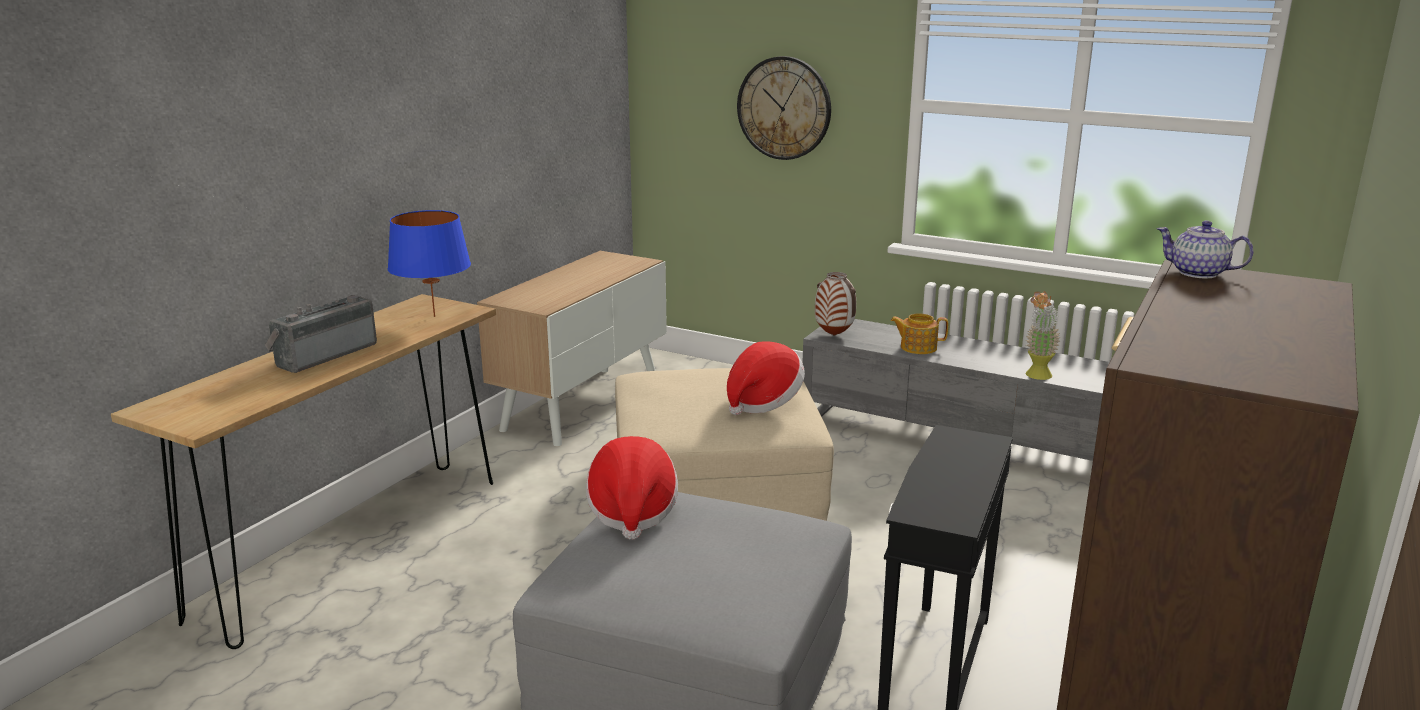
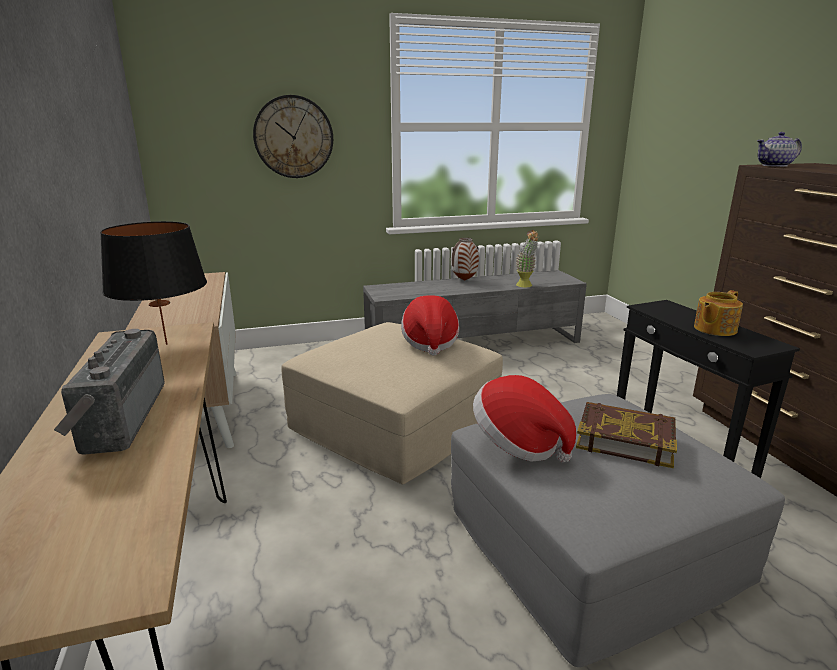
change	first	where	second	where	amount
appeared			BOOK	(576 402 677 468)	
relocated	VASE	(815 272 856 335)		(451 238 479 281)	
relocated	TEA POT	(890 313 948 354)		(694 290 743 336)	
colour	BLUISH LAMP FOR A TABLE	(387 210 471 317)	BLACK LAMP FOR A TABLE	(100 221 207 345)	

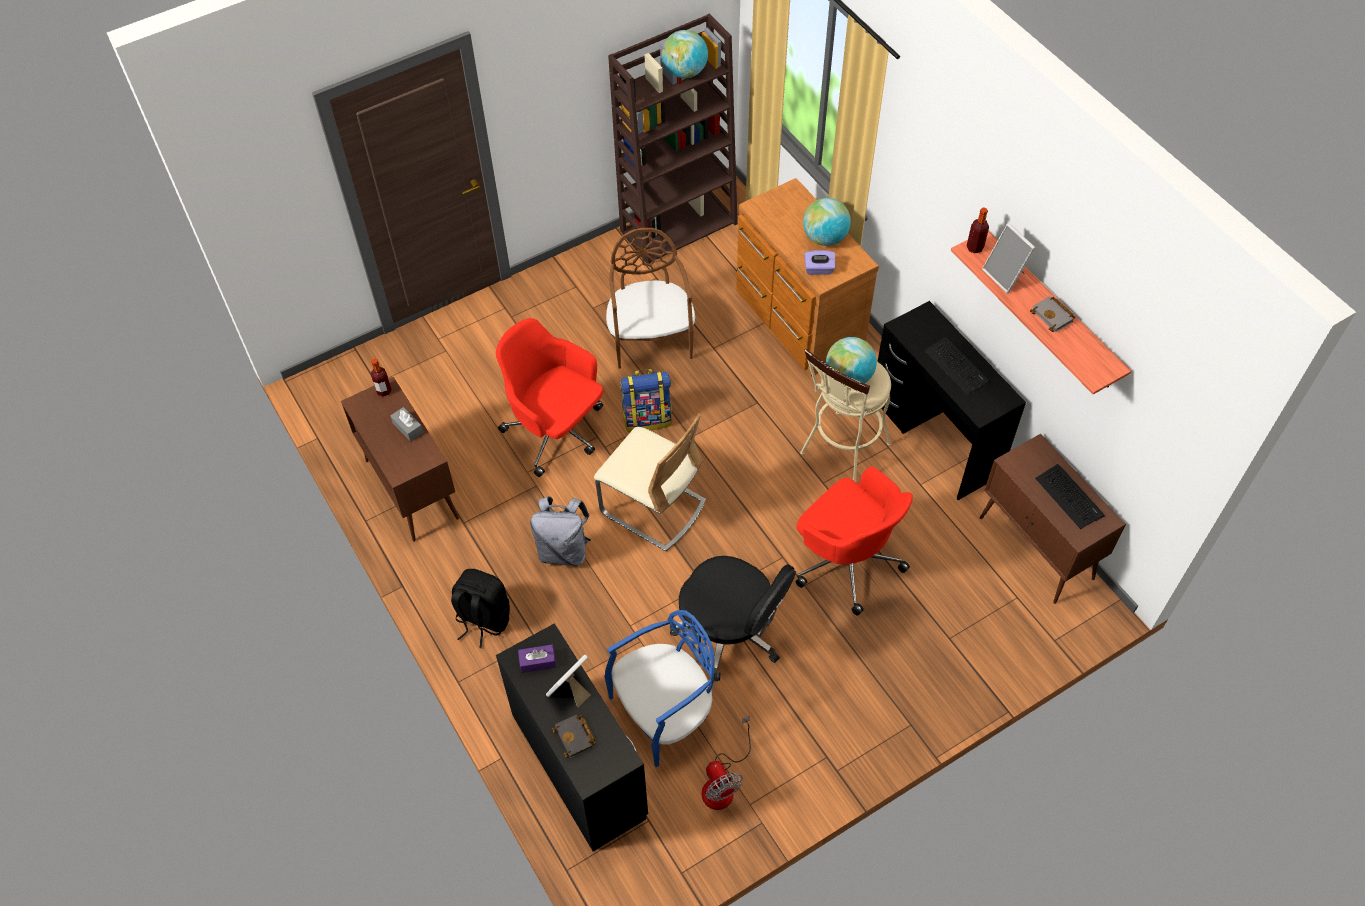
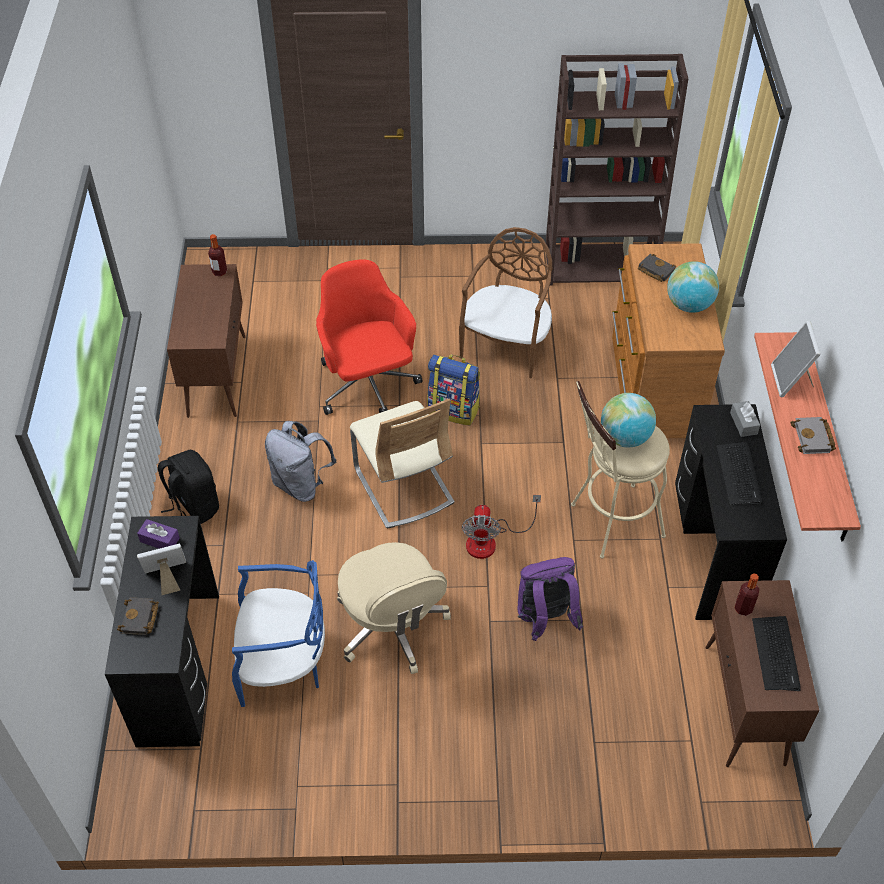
change	first	where	second	where	amount
missing	GLOBE	(662 30 708 78)			
missing	PURPLE-COLOURED TISSUE BOX	(804 250 835 275)			
appeared			BLACK BOOK	(638 254 676 282)	
relocated	GREYISH TISSUE BOX	(390 407 423 441)		(730 401 760 437)	
relocated	ELECTRIC FAN	(702 715 751 810)		(462 495 541 559)	
relocated	BOTTLE	(967 207 989 254)		(734 573 759 616)	
exchanged	REDDISH DESK CHAIR	(796 466 913 616)	PURPLE-COLOURED RUCKSACK	(517 557 583 641)	
colour	BLACK DESK CHAIR	(670 556 796 681)	BEIGE-COLOURED DESK CHAIR	(337 542 451 674)	

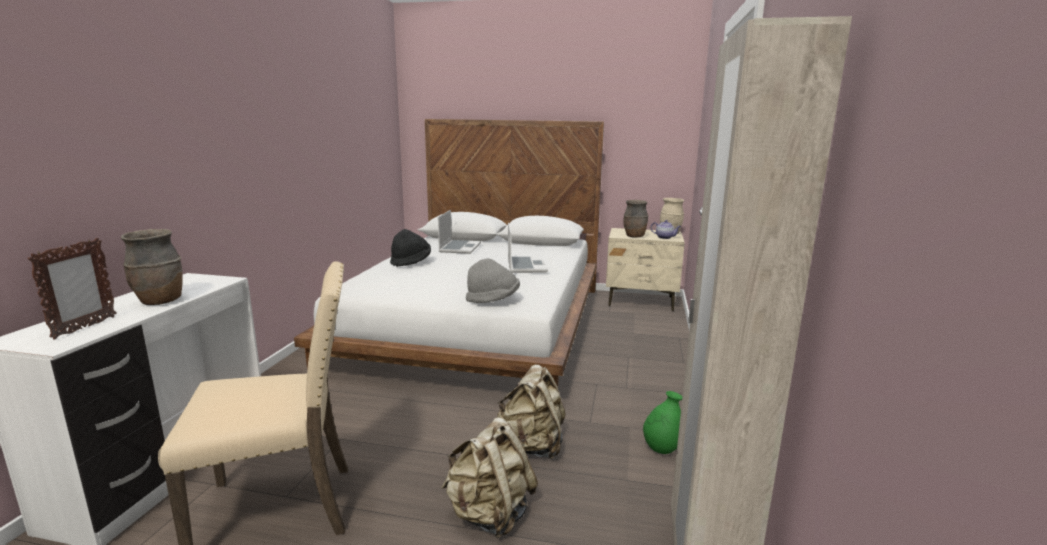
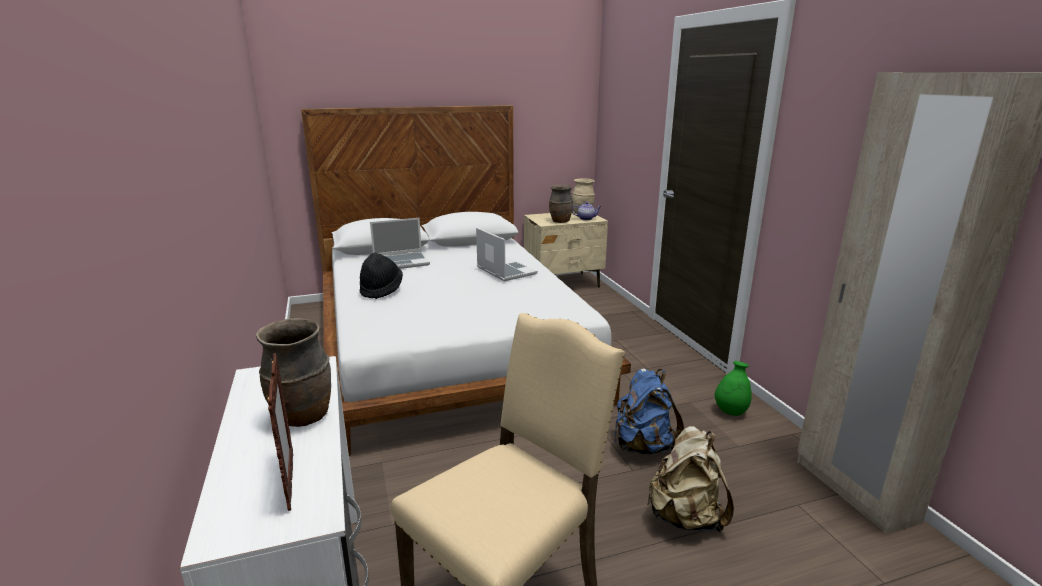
change	first	where	second	where	amount
missing	GREYISH CLOTHING HAT	(466 258 520 303)			
colour	BEIGE-COLOURED RUCKSACK	(497 364 565 459)	BLUISH RUCKSACK	(614 368 684 455)	
spun	NOTEBOOK COMPUTER	(438 210 481 254)		(370 218 430 269)	90 degrees clockwise

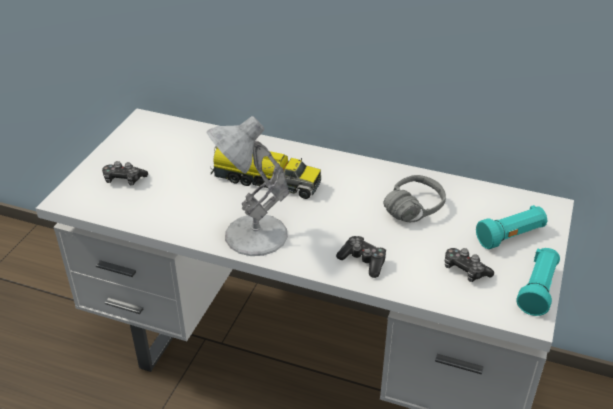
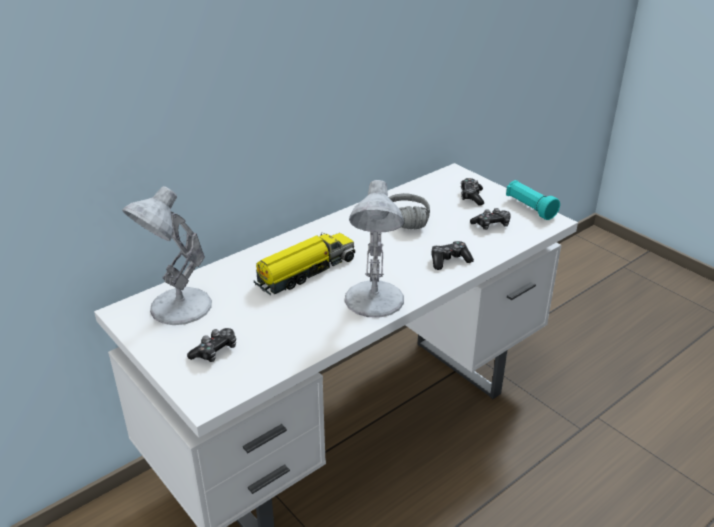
change	first	where	second	where	amount
appeared			WHITE-COLOURED LAMP FOR A TABLE	(122 186 212 325)	
exchanged	TURQUOISE-COLOURED FLASHLIGHT	(476 205 548 249)	GAME CONTROLLER	(461 178 484 206)	

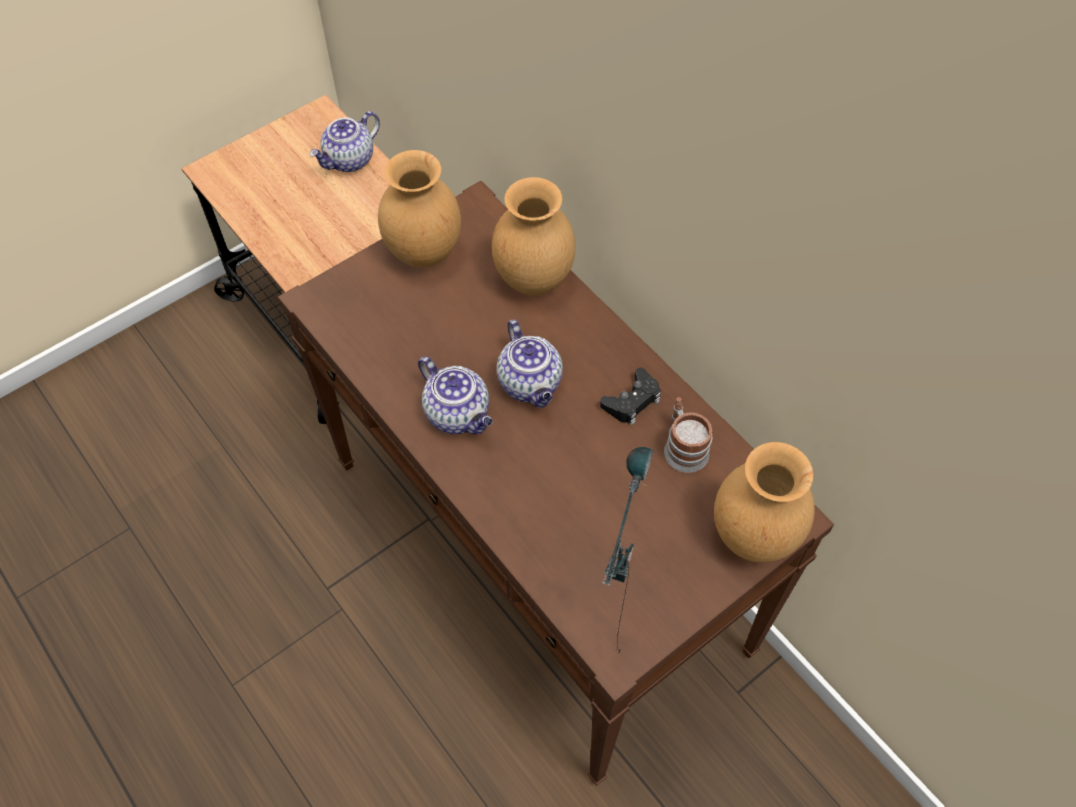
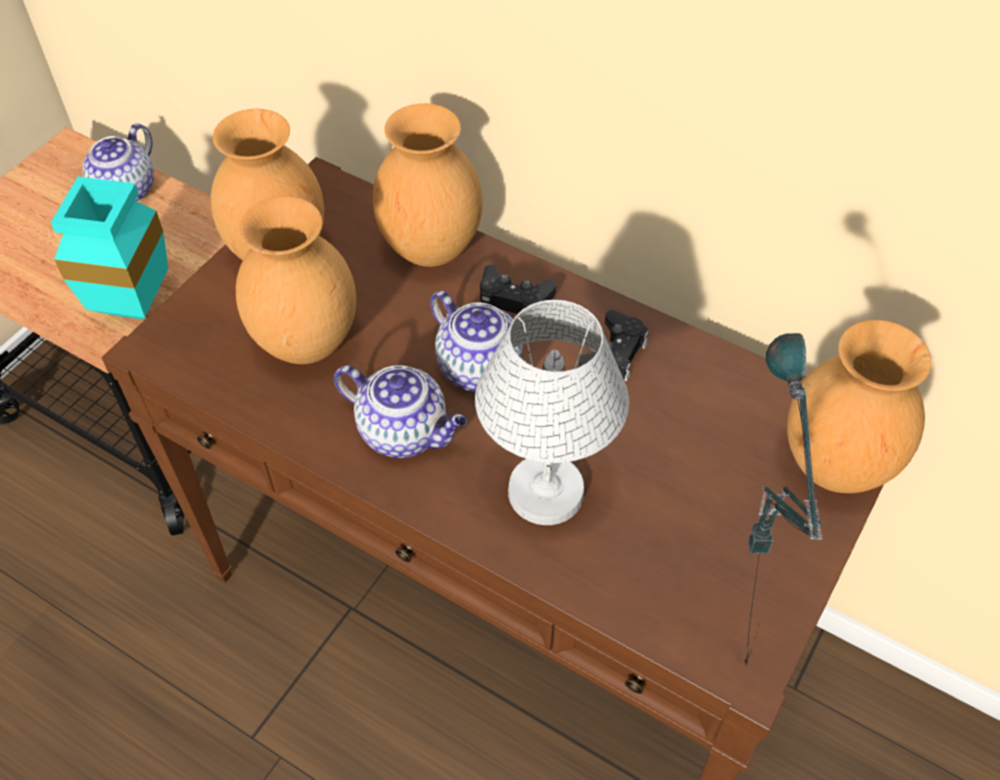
change	first	where	second	where	amount
missing	COFFEE MUG	(664 397 712 473)			
appeared			TURQUOISE-COLOURED VASE	(51 177 168 319)	
appeared			BROWNISH VASE	(236 196 356 364)	
appeared			WHITE-COLOURED LAMP FOR A TABLE	(475 300 629 525)	
appeared			BLACK GAME CONTROLLER	(480 265 556 314)	

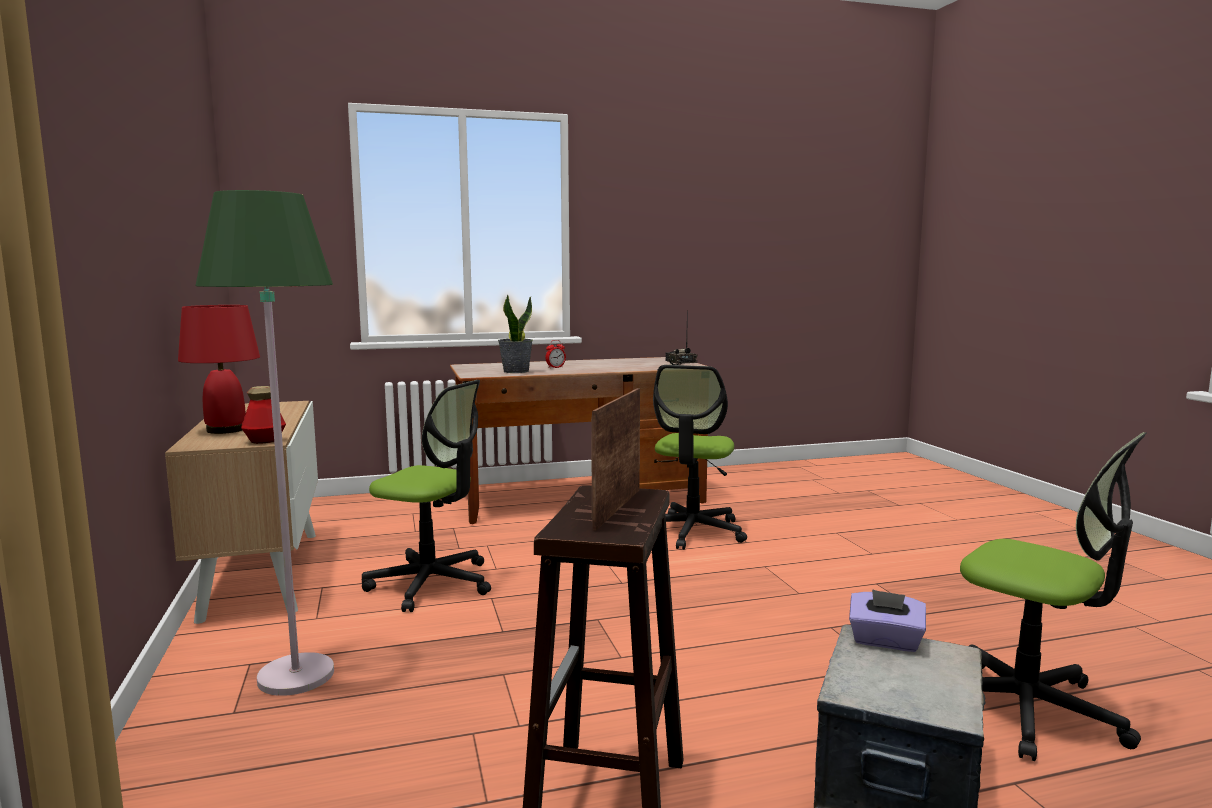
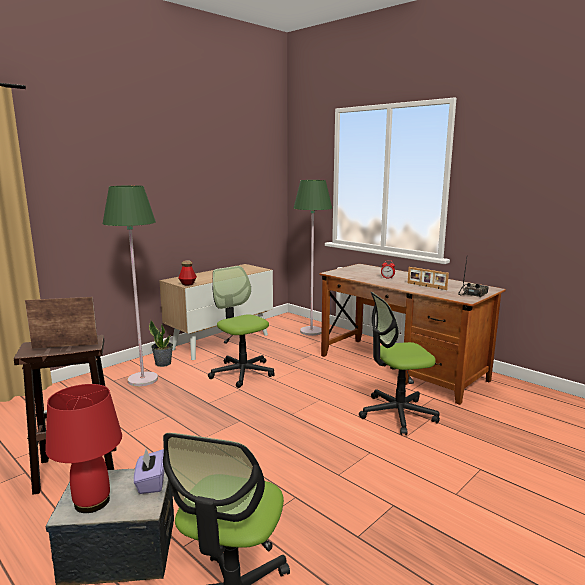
change	first	where	second	where	amount
appeared			GREEN STANDING LAMP	(294 180 332 336)	
appeared			PICTURE FRAME	(408 267 449 290)	
relocated	REDDISH LAMP FOR A TABLE	(178 305 260 434)		(45 384 122 513)	
relocated	POTTED PLANT	(498 294 533 373)		(149 320 173 367)	
spun	DESK CHAIR	(362 380 491 612)		(208 266 275 388)	150 degrees clockwise

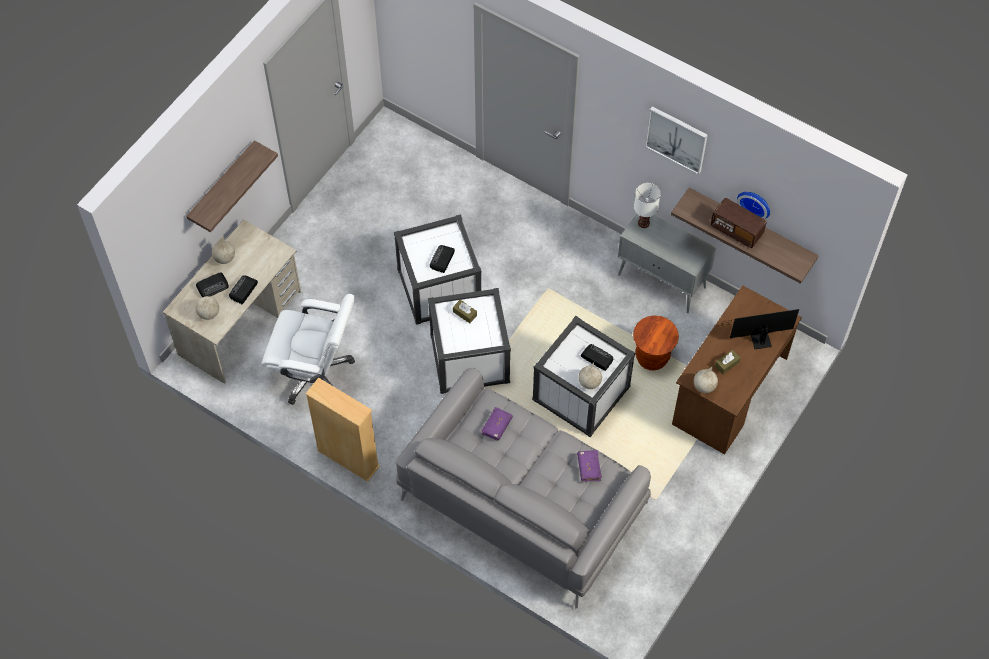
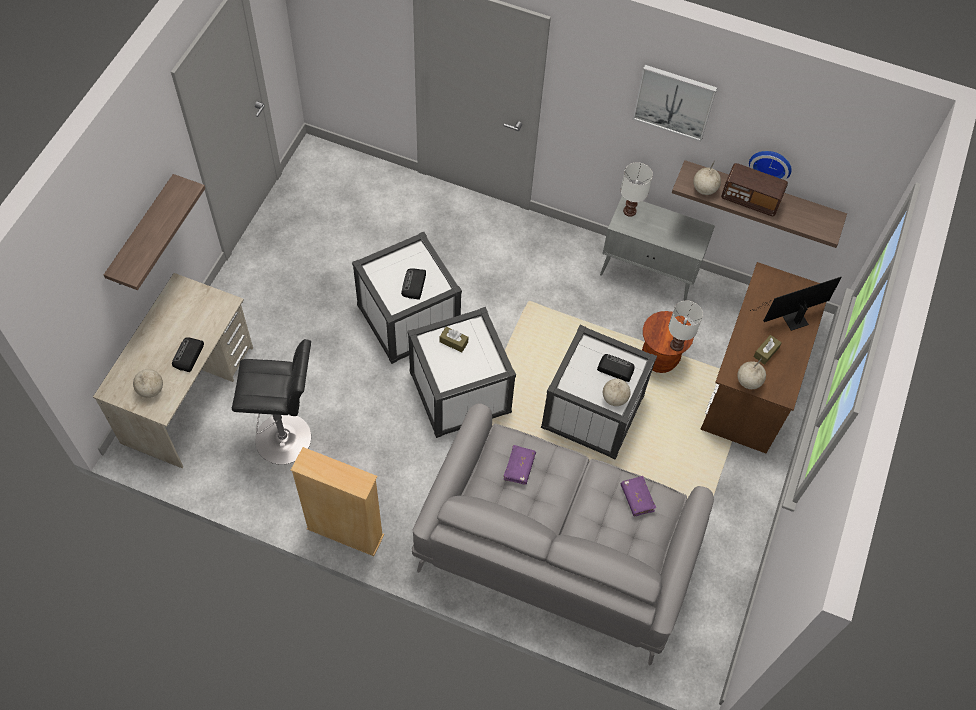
change	first	where	second	where	amount
missing	RADIO RECEIVER	(196 272 229 297)			
appeared			WHITE-COLOURED LAMP FOR A TABLE	(669 300 703 351)	
relocated	GLOBE	(212 236 235 264)		(693 160 721 195)	
exchanged	WHITE-COLOURED DESK CHAIR	(261 294 355 405)	BLACK STOOL SEAT	(232 339 311 465)	

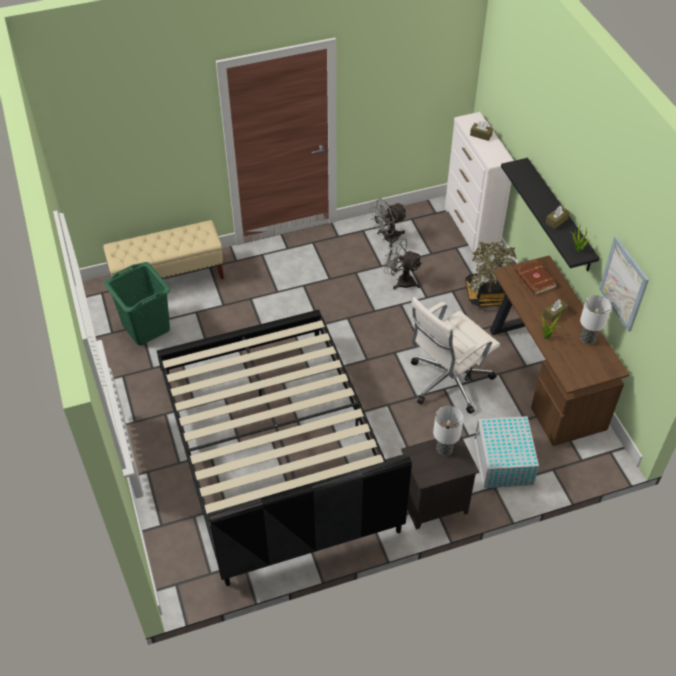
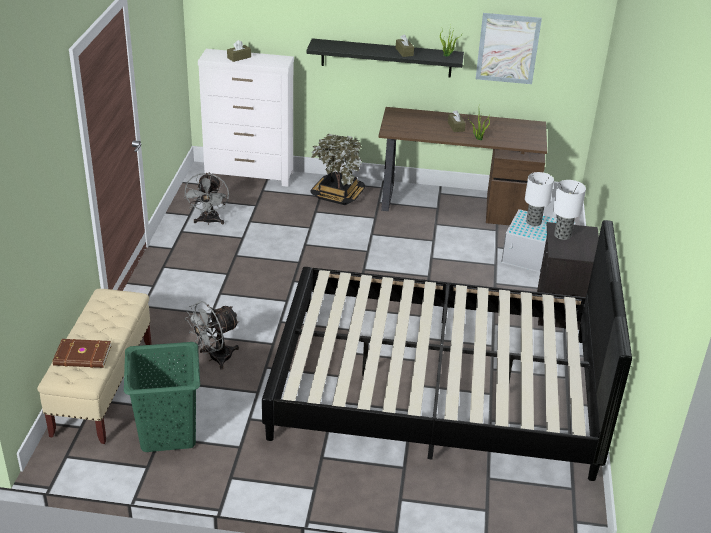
change	first	where	second	where	amount
missing	WHITE-COLOURED DESK CHAIR	(411 297 500 414)			
relocated	GREYISH ELECTRIC FAN	(383 237 422 290)		(185 301 240 369)	
relocated	BROWNISH BOOK	(515 260 557 295)		(53 339 111 368)	
relocated	LAMP FOR A TABLE	(580 295 612 344)		(525 172 554 226)	

